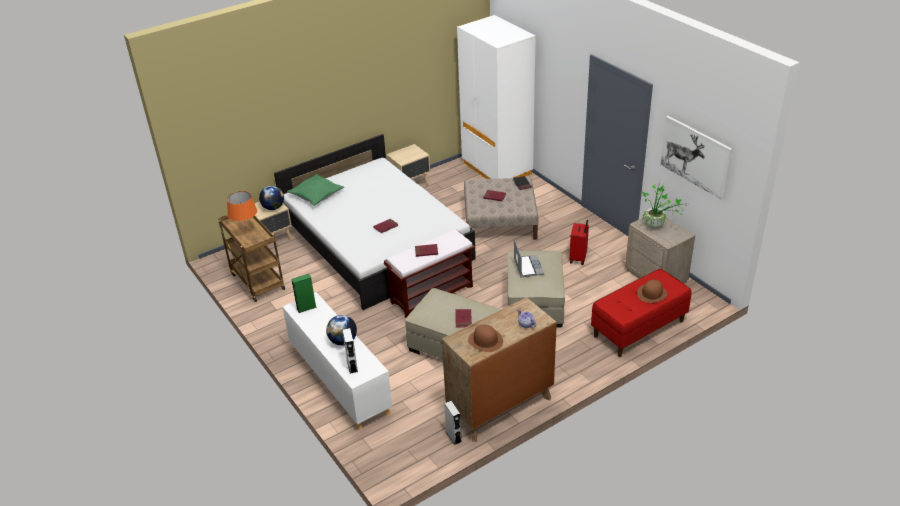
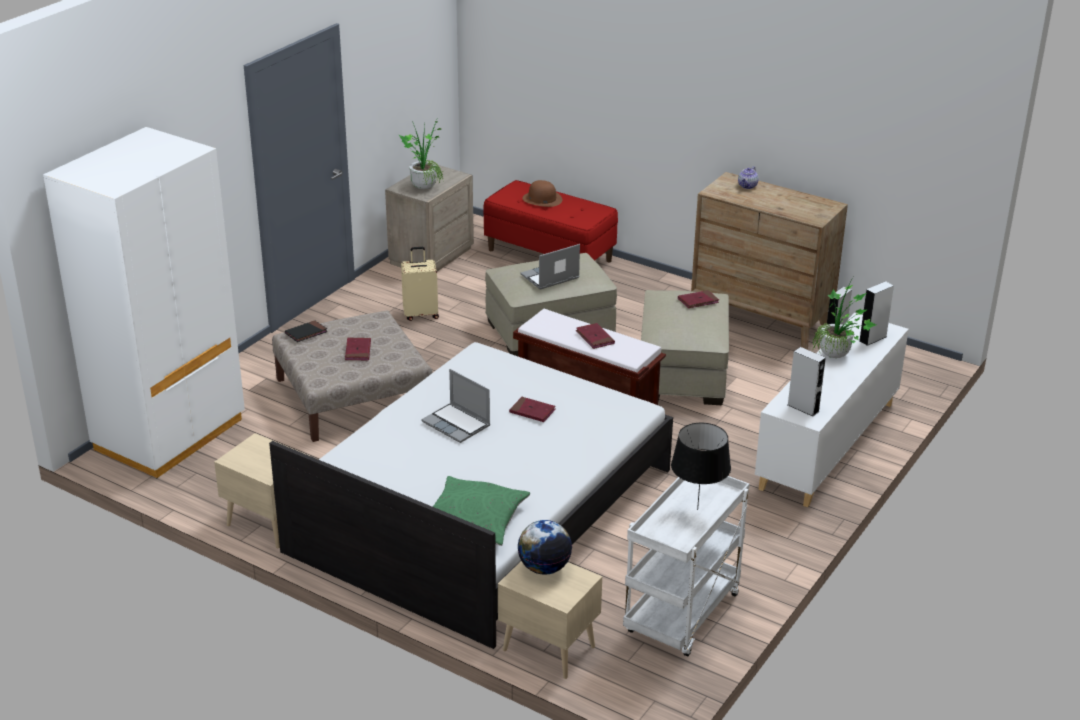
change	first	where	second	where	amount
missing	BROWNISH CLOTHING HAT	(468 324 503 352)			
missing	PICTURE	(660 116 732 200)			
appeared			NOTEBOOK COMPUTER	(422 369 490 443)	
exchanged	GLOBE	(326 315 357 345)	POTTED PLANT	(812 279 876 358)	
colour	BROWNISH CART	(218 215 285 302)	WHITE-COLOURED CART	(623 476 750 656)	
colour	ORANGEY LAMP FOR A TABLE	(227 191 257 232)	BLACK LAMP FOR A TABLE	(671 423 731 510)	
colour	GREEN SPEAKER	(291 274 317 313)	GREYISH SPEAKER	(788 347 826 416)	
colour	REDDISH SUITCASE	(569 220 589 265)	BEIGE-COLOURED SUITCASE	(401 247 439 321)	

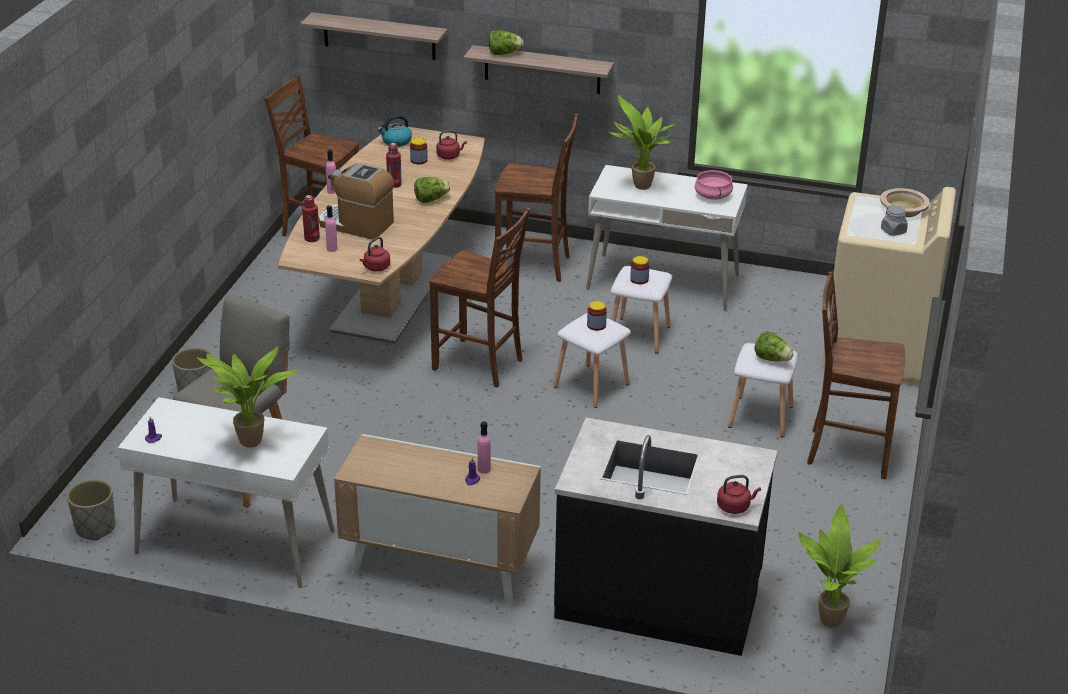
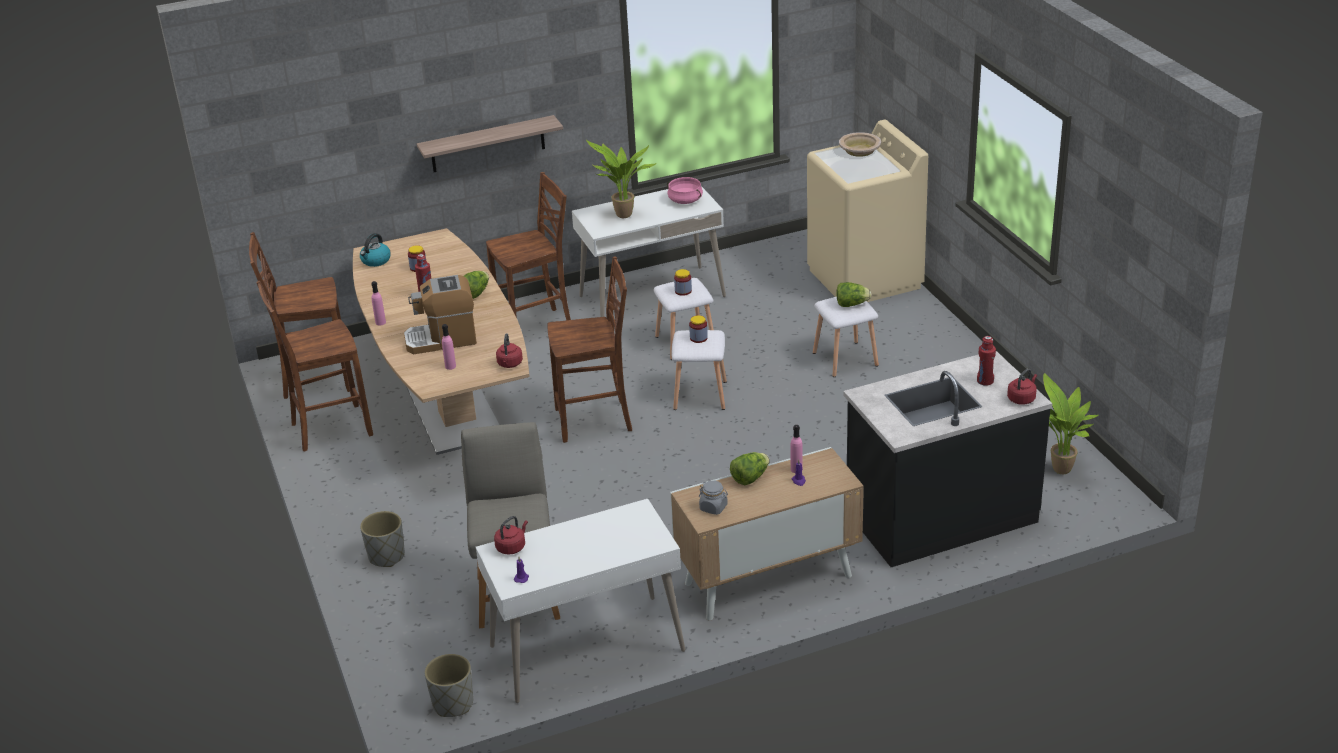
change	first	where	second	where	amount
missing	POTTED PLANT	(197 346 298 448)			
missing	SHELF	(300 12 447 60)			
relocated	REDDISH BOTTLE	(302 195 320 242)		(977 336 996 386)	
relocated	REDDISH WATER KETTLE	(436 130 467 160)		(494 516 528 555)	
relocated	LETTUCE HEAD	(489 30 523 55)		(730 452 770 485)	
relocated	BROWNISH CHAIR	(807 271 905 479)		(257 281 373 452)	
relocated	GREYISH STORAGE JAR	(881 205 908 236)		(699 480 728 515)	

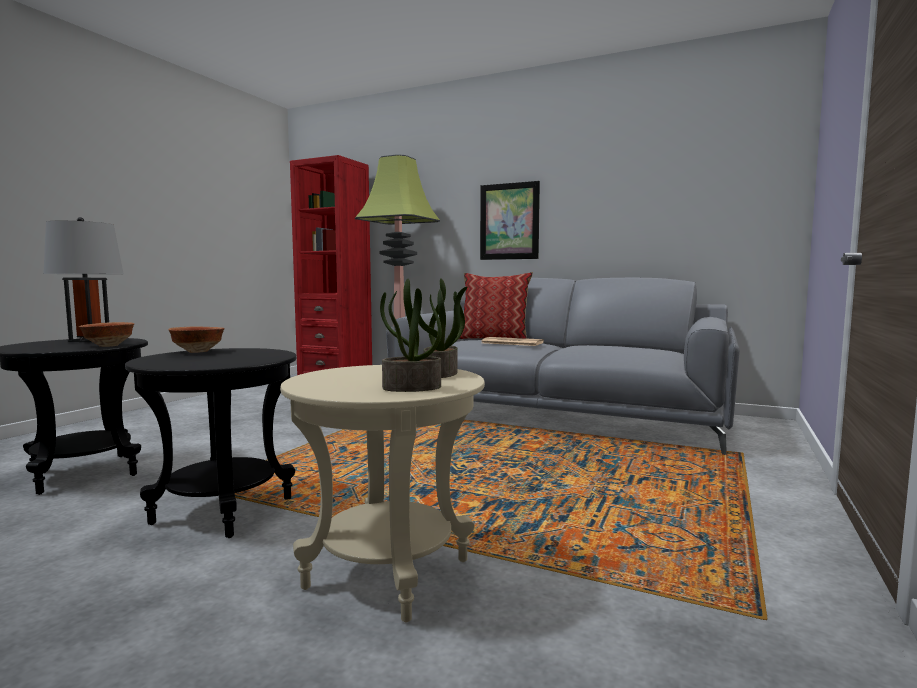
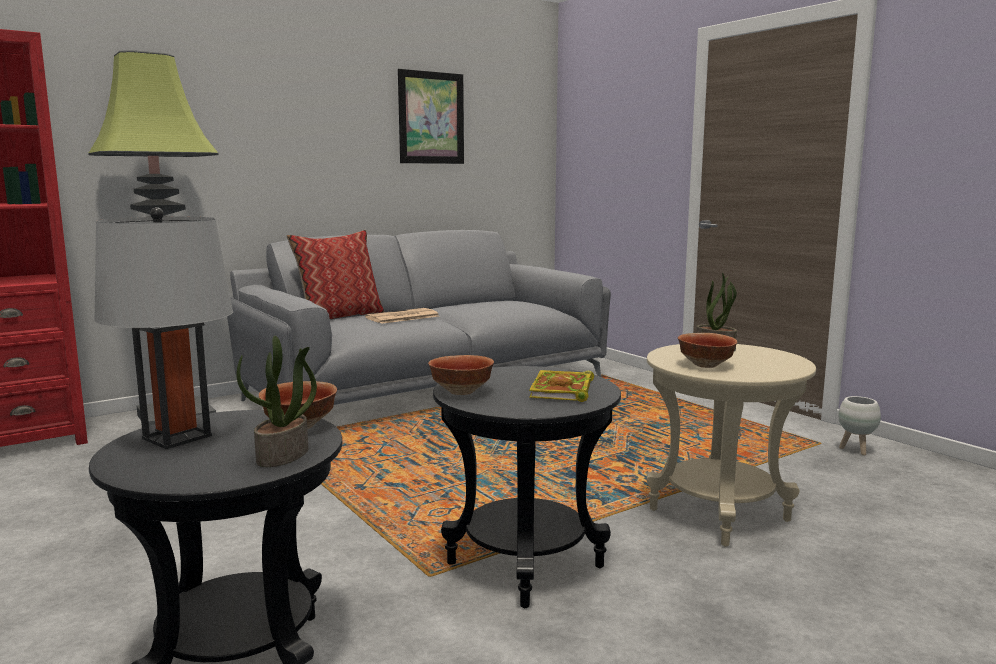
change	first	where	second	where	amount
appeared			BOOK	(529 370 594 402)	
appeared			BOWL	(678 333 737 368)	
appeared			WHITE-COLOURED PLANT POT	(838 396 881 456)	
relocated	POTTED PLANT	(380 279 442 392)		(236 336 317 467)	
relocated	PICTURE	(480 181 540 260)		(398 69 464 164)	

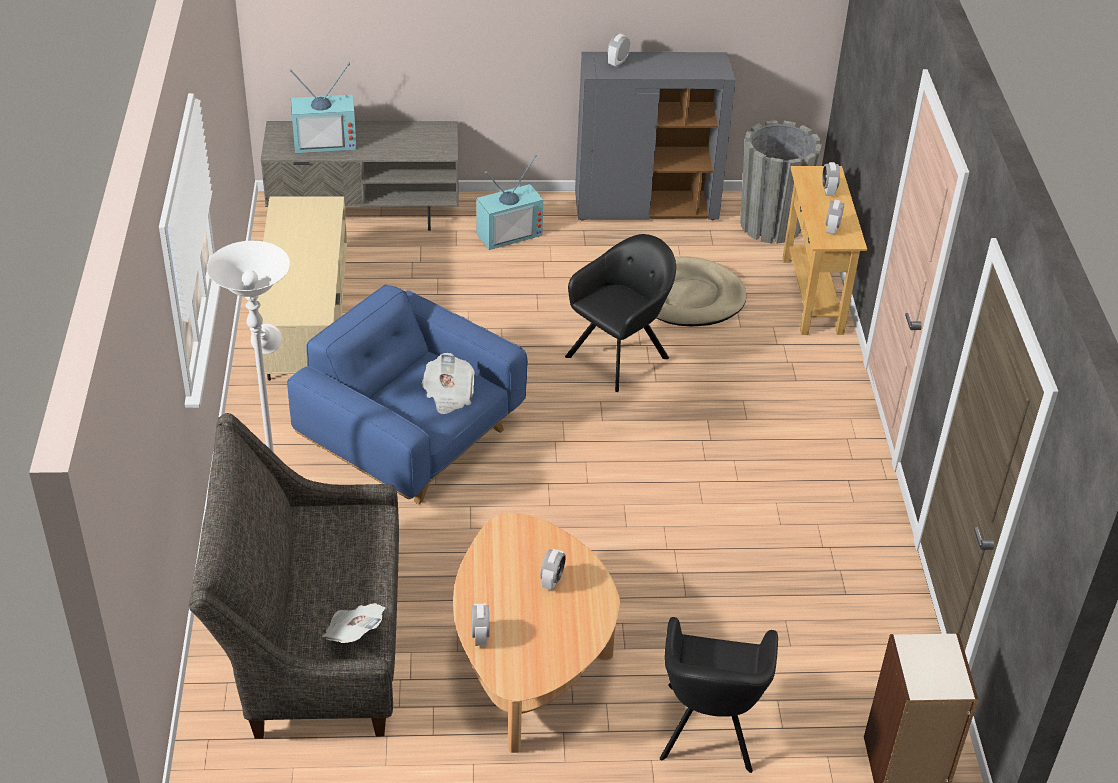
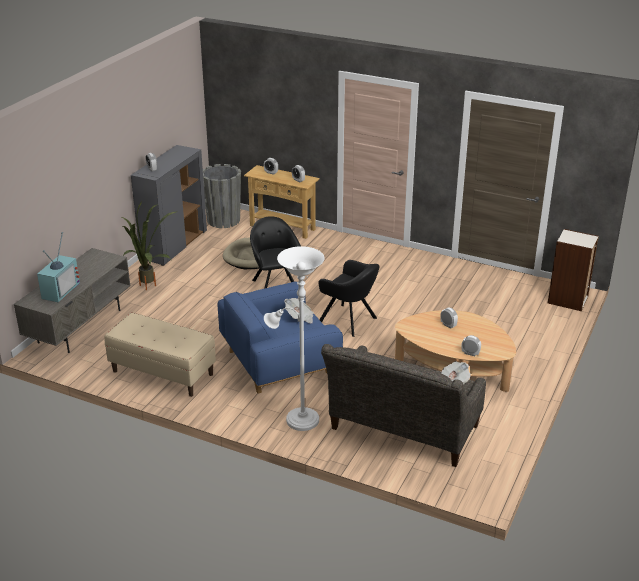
change	first	where	second	where	amount
relocated	BLACK ARMCHAIR	(660 617 778 773)		(318 260 380 337)	
exchanged	BEIGE-COLOURED MEDIA CONSOLE	(254 196 347 381)	BEIGE-COLOURED BENCH	(104 313 216 397)	
exchanged	TV	(476 155 543 250)	POTTED PLANT	(122 202 179 290)	

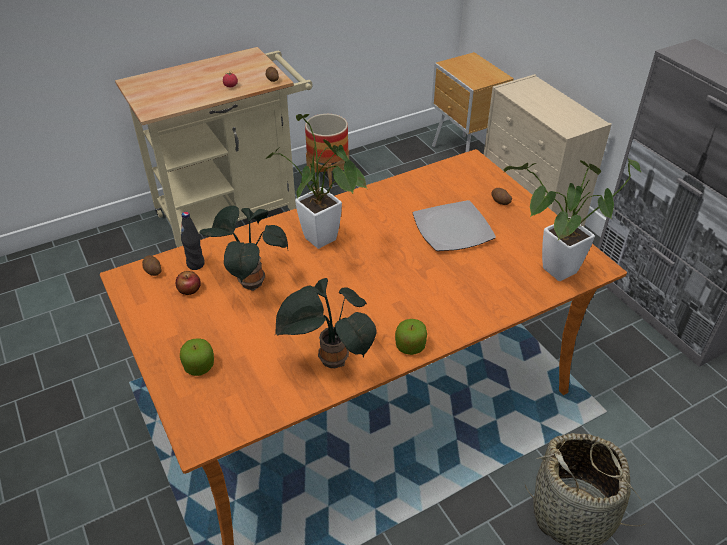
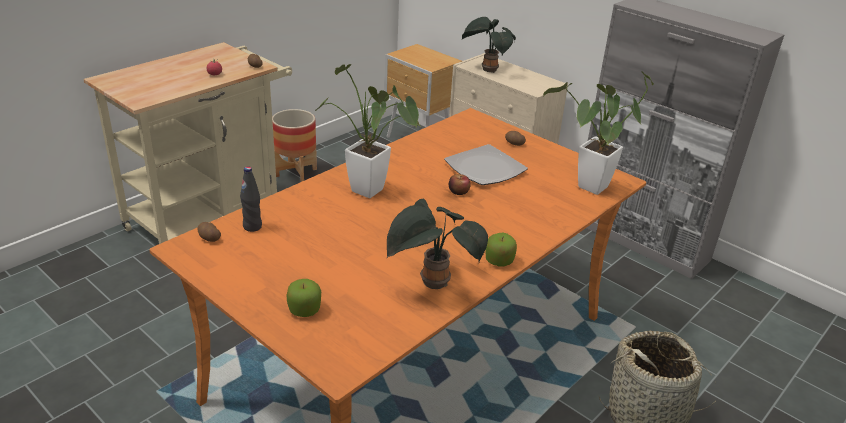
change	first	where	second	where	amount
relocated	WHOLE APPLE	(176 271 201 295)		(449 174 471 195)	
relocated	POTTED PLANT	(200 206 288 291)		(462 17 516 73)	

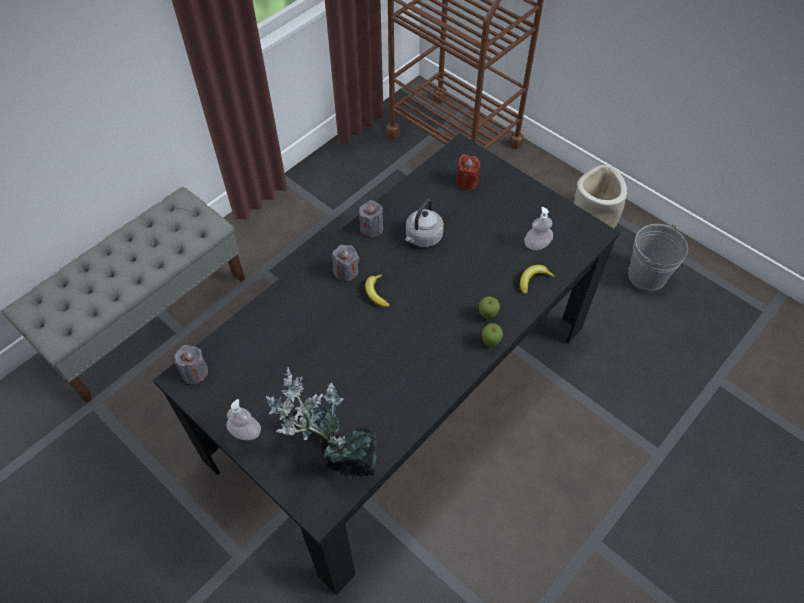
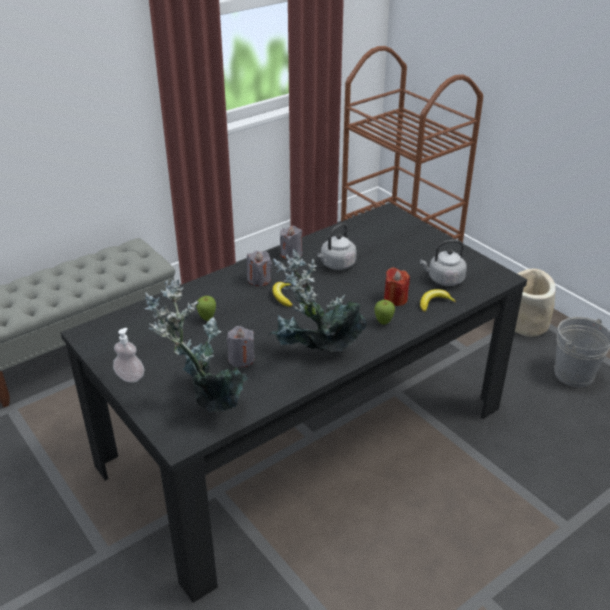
change	first	where	second	where	amount
appeared			POTTED PLANT	(269 249 367 352)	
relocated	GREYISH WAX LIGHT	(174 345 208 384)		(227 326 254 367)	
relocated	REDDISH WAX LIGHT	(456 154 480 190)		(384 267 410 306)	
relocated	WHOLE APPLE	(482 323 503 347)		(196 296 216 321)	
exchanged	SOAP DISPENSER	(524 207 553 250)	GREYISH WATER KETTLE	(420 240 467 286)	

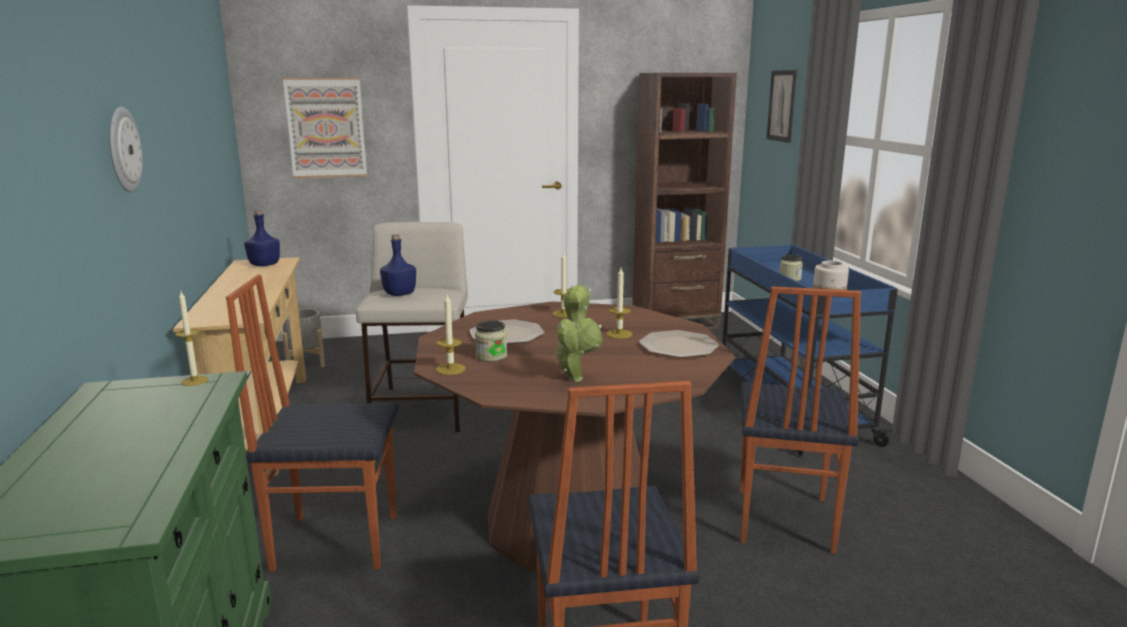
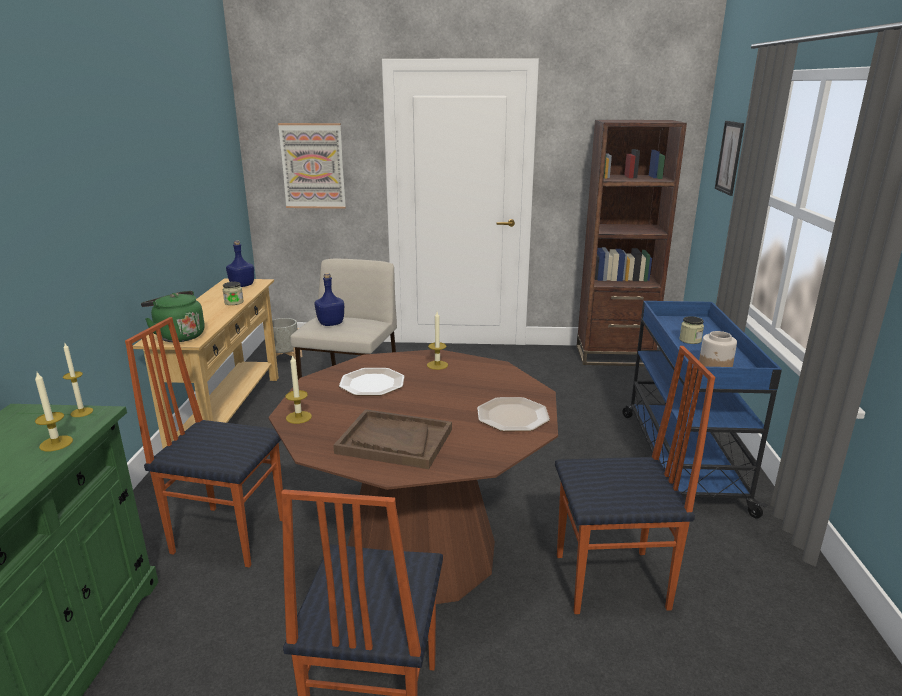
change	first	where	second	where	amount
missing	CLOCK ON THE WALL	(109 107 142 192)			
appeared			GREEN WATER KETTLE	(141 291 205 342)	
relocated	STORAGE JAR	(475 320 507 362)		(223 282 244 305)	
relocated	WAX LIGHT	(607 268 632 339)		(35 372 73 451)	
exchanged	POTTED PLANT	(554 285 603 382)	BROWNISH TRAY	(333 409 452 469)	
spun	CHAIR	(740 286 861 554)		(555 346 715 614)	120 degrees counterclockwise

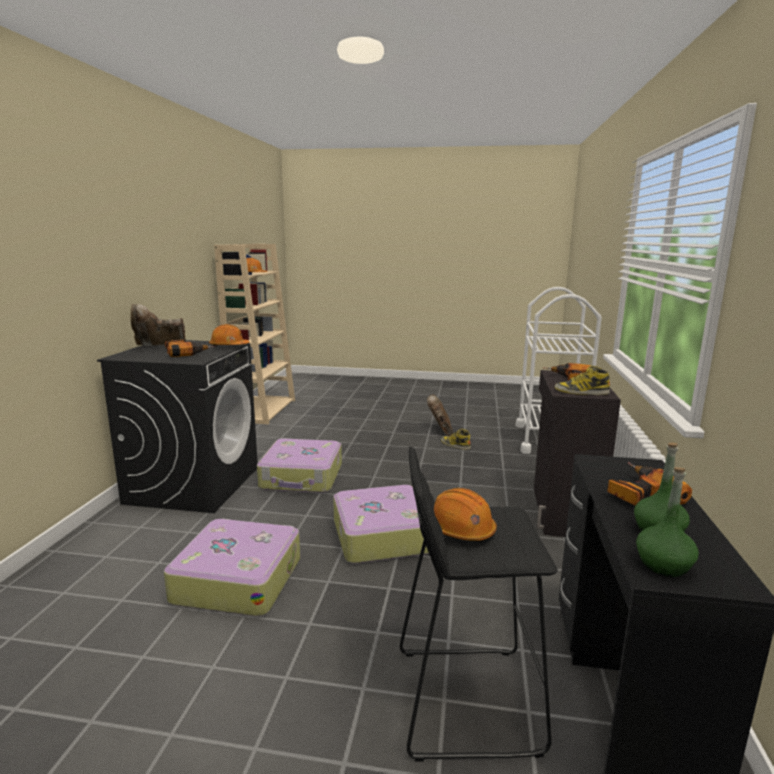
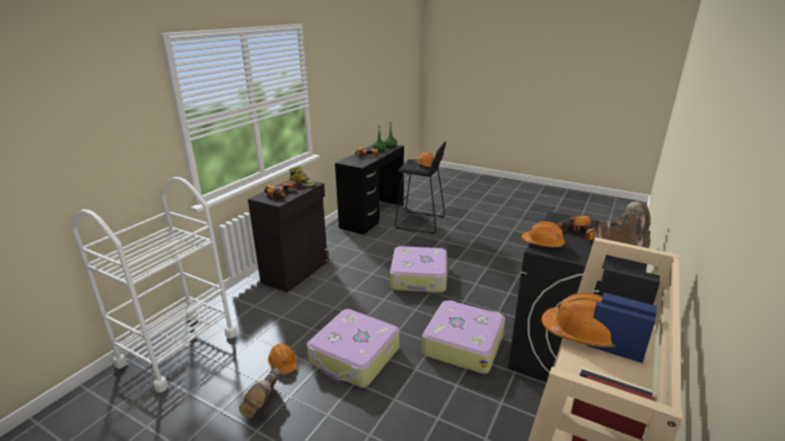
change	first	where	second	where	amount
relocated	SUITCASE	(164 519 300 616)		(307 309 399 388)	
exchanged	BOOT	(441 429 471 450)	ORANGEY WORK HELMET	(268 343 297 374)	

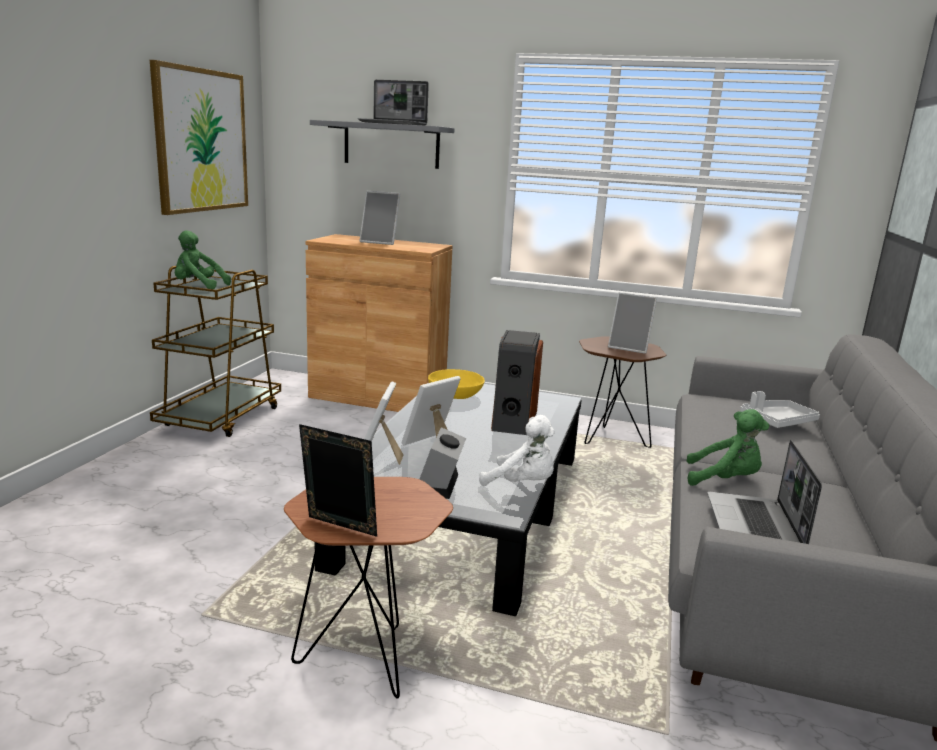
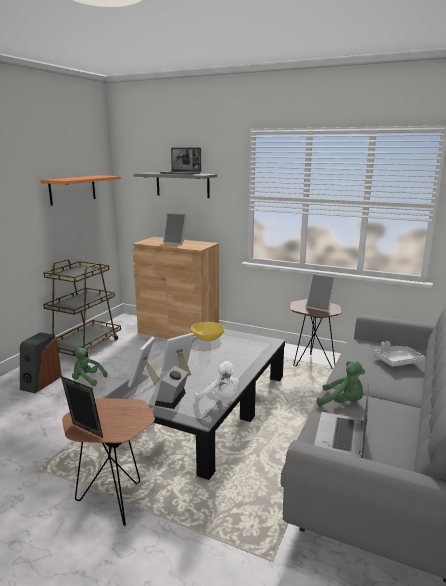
change	first	where	second	where	amount
relocated	GREEN CUDDLY TOY	(175 230 231 289)		(72 348 107 386)	
relocated	SPEAKER	(491 330 543 435)		(20 332 62 393)	
exchanged	PICTURE	(150 60 248 215)	ORANGEY SHELF	(40 175 121 206)	

